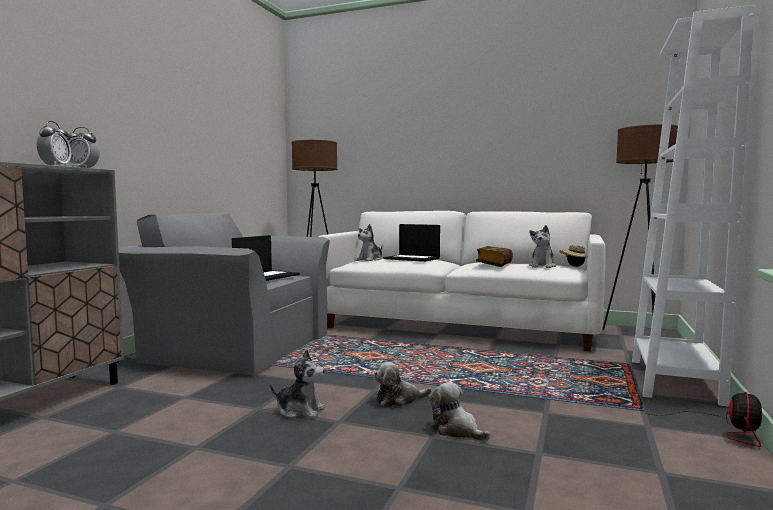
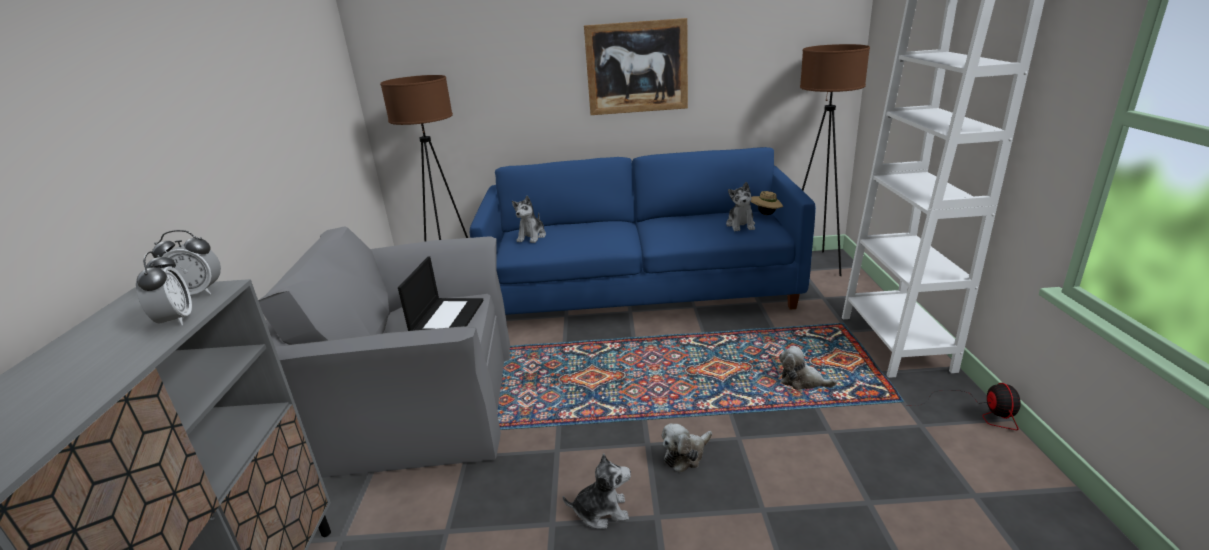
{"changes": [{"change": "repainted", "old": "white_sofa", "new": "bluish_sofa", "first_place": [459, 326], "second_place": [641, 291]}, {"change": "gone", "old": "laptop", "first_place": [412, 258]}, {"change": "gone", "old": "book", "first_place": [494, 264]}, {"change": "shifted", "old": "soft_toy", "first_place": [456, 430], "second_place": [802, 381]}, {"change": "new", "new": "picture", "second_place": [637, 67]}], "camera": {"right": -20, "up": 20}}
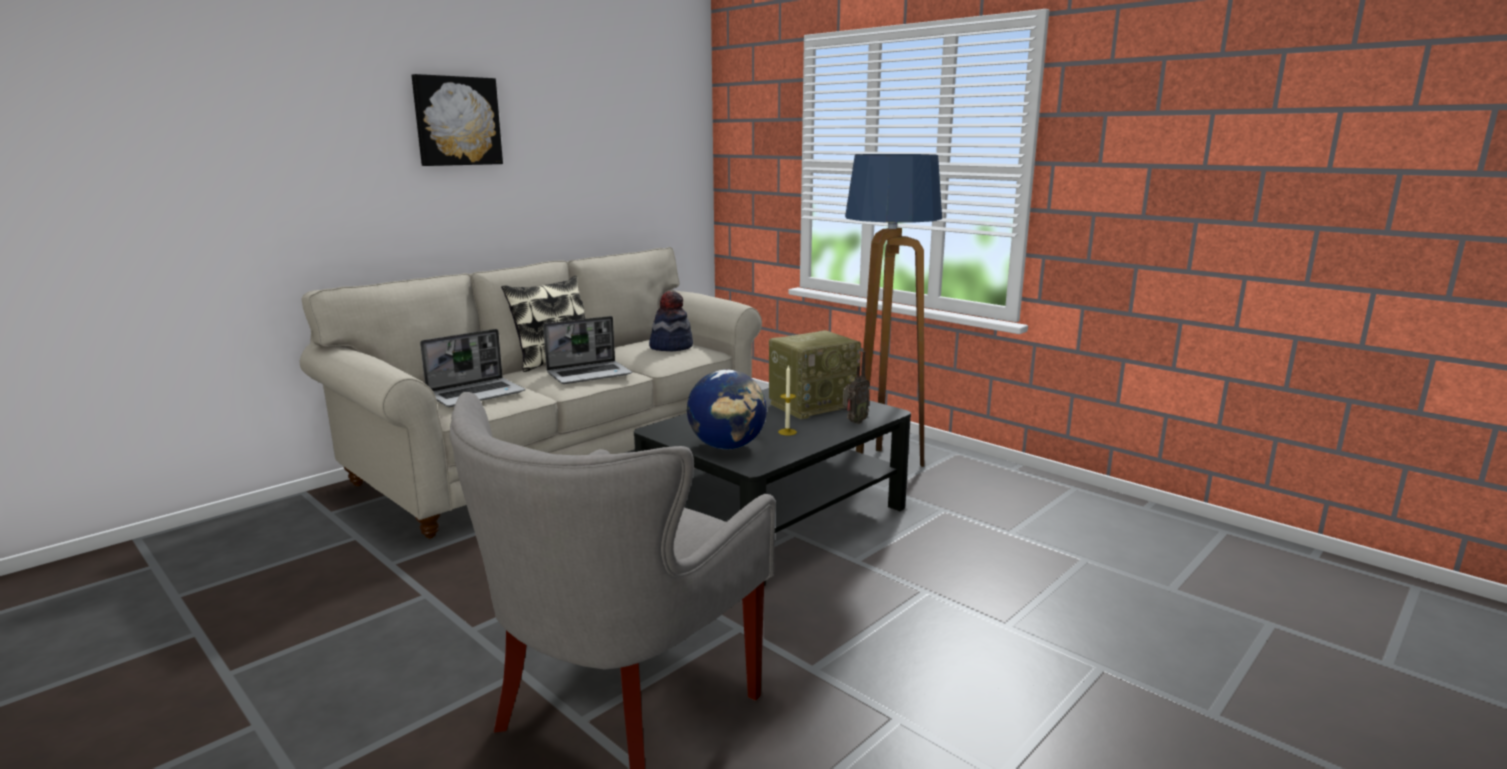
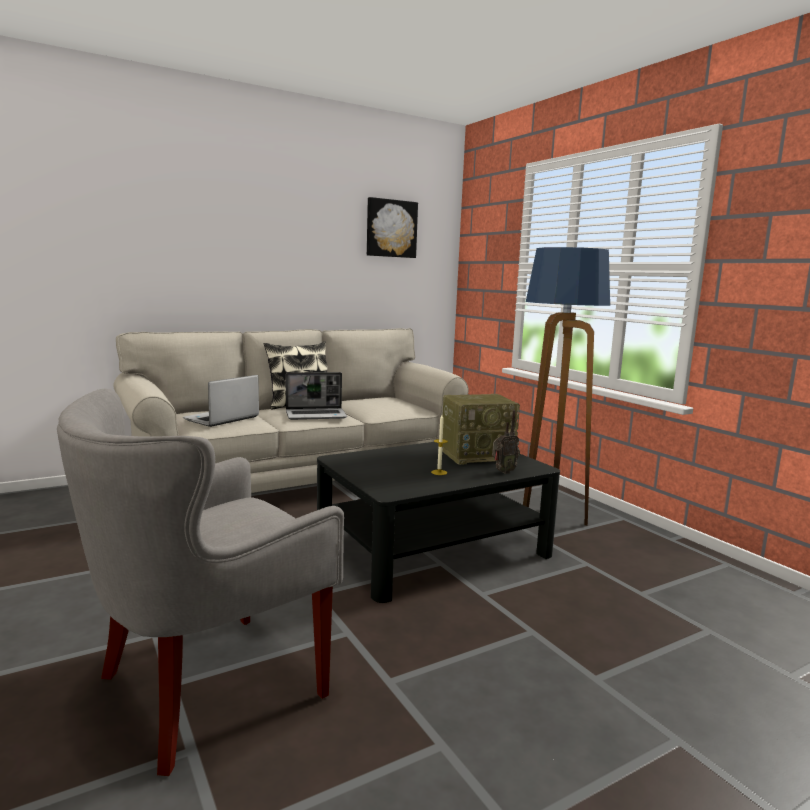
{"changes": [{"change": "shifted", "old": "picture", "first_place": [457, 121], "second_place": [391, 228]}, {"change": "gone", "old": "clothing_hat", "first_place": [671, 346]}, {"change": "rotated", "old": "laptop", "first_place": [477, 394], "second_place": [221, 419], "degrees": 150}, {"change": "gone", "old": "world_globe", "first_place": [727, 446]}], "camera": {"right": 15, "up": -5}}
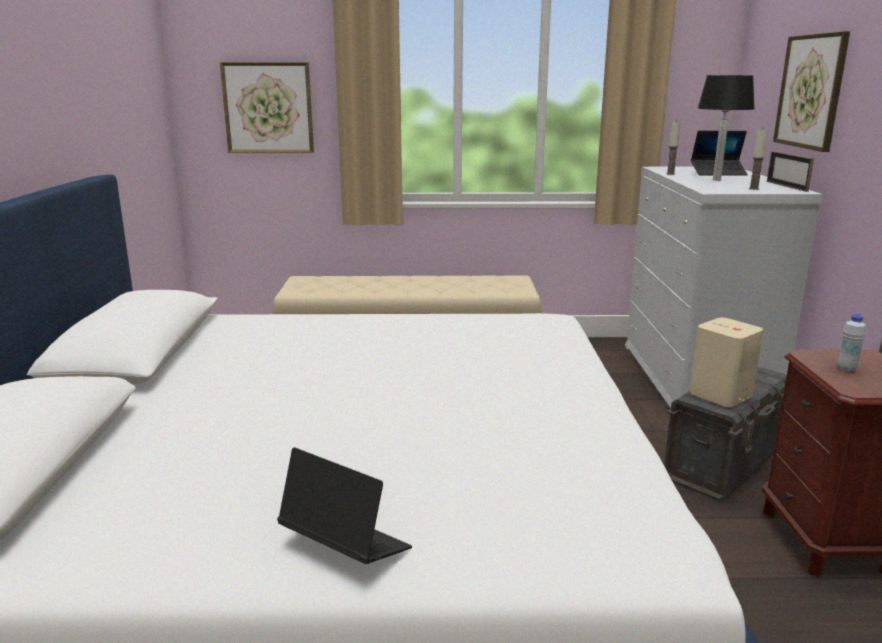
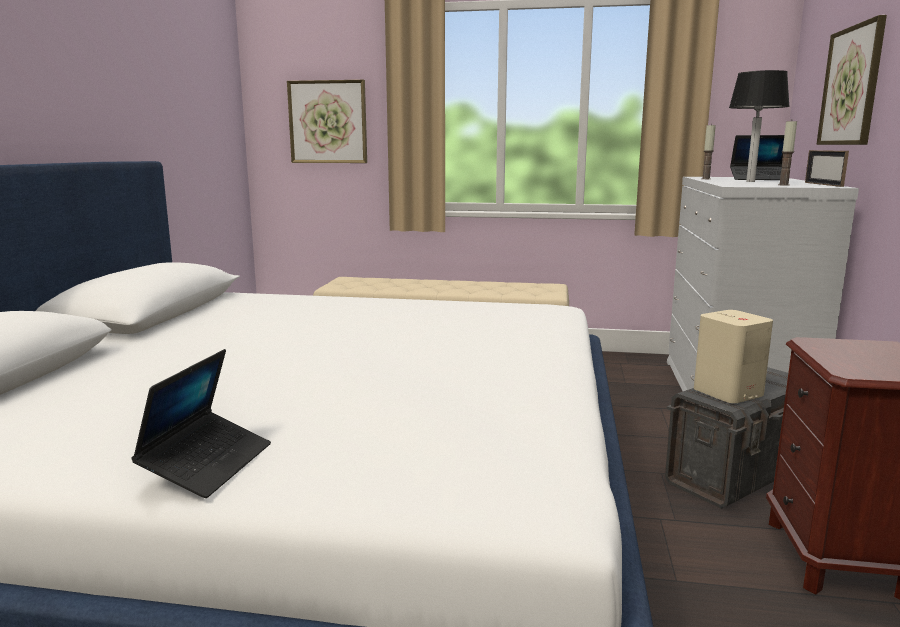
{"changes": [{"change": "gone", "old": "white_beverage_bottle", "first_place": [846, 369]}, {"change": "rotated", "old": "laptop", "first_place": [345, 546], "second_place": [208, 464], "degrees": 60}], "camera": {"right": 10, "up": -5}}
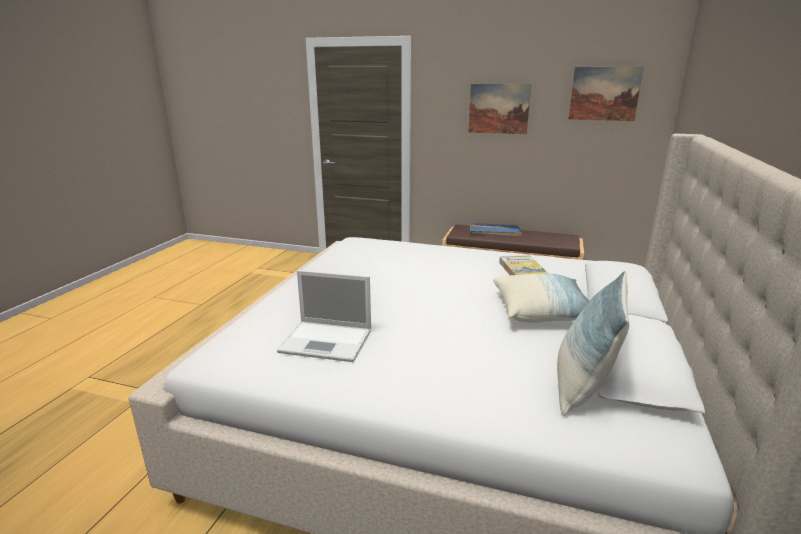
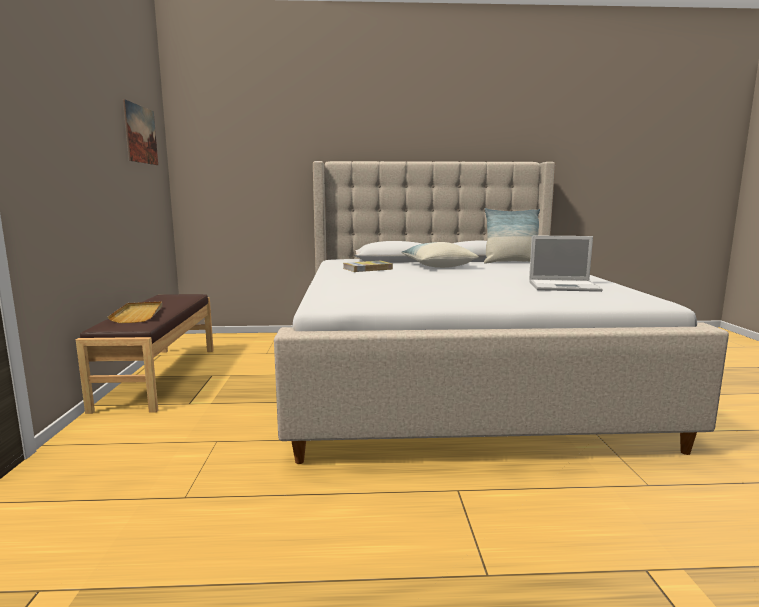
{"changes": [{"change": "gone", "old": "picture", "first_place": [498, 109]}, {"change": "repainted", "old": "bluish_tray", "new": "beige_tray", "first_place": [495, 232], "second_place": [138, 314]}, {"change": "rotated", "old": "laptop", "first_place": [328, 341], "second_place": [565, 286], "degrees": 105}], "camera": {"right": -110, "up": -10}}
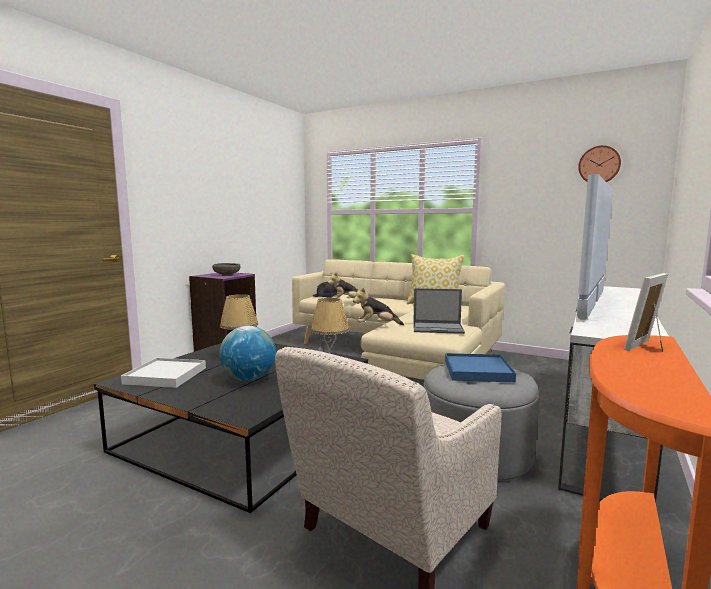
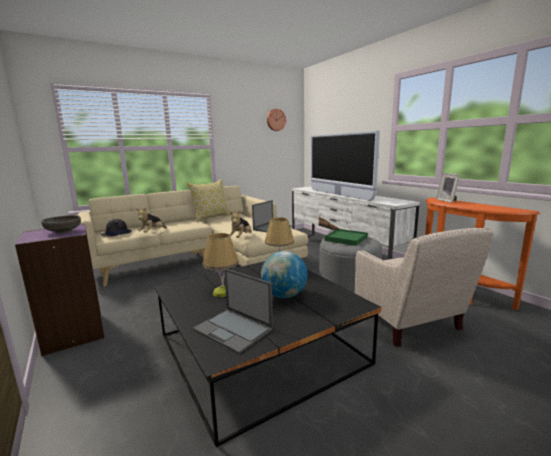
{"changes": [{"change": "repainted", "old": "bluish_tray", "new": "greenish_tray", "first_place": [478, 371], "second_place": [346, 239]}, {"change": "swapped", "old": "white_tray", "new": "laptop", "first_place": [166, 376], "second_place": [234, 330]}], "camera": {"right": -60, "up": 5}}
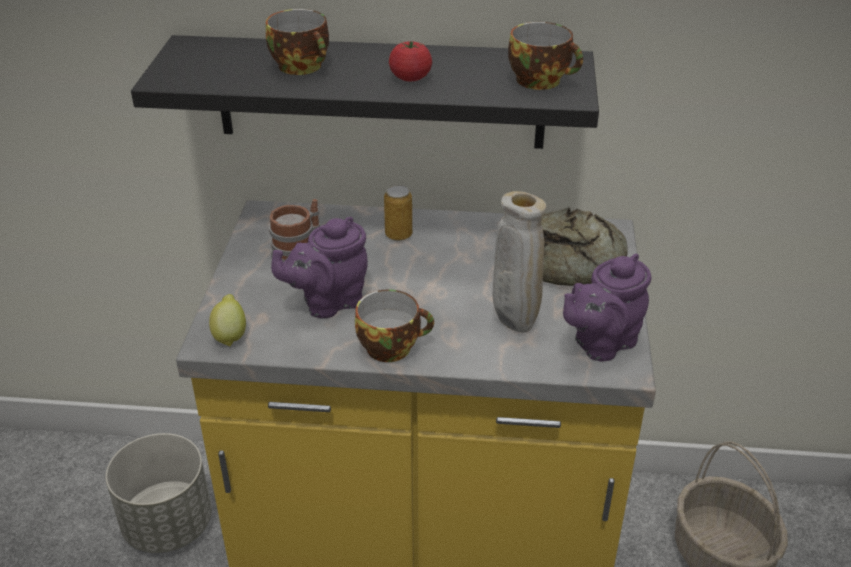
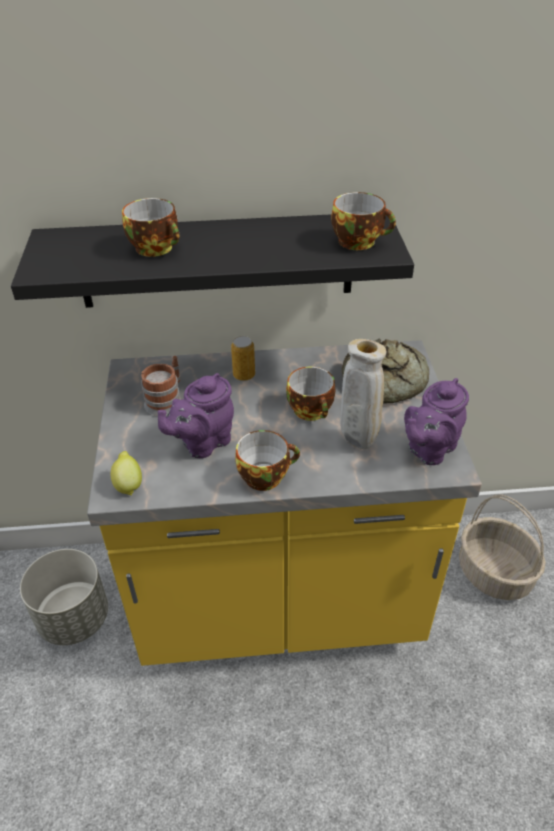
{"changes": [{"change": "gone", "old": "tomato", "first_place": [410, 78]}, {"change": "new", "new": "small_cup", "second_place": [312, 411]}], "camera": {"right": -10, "up": 5}}
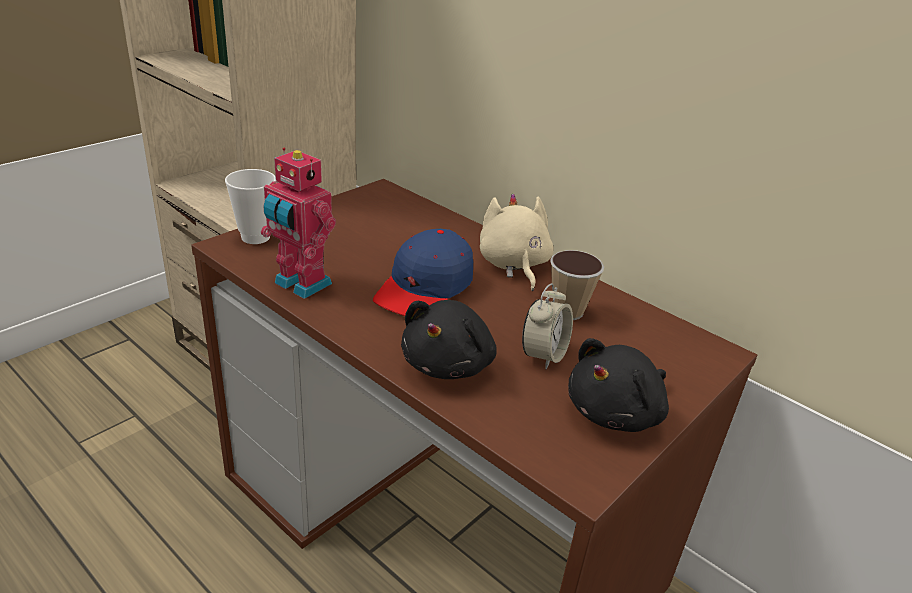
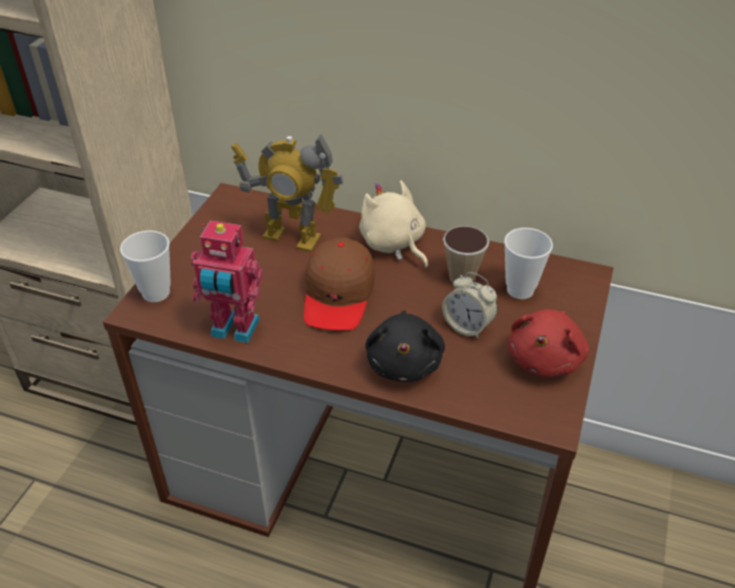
{"changes": [{"change": "repainted", "old": "bluish_peaked_cap", "new": "brown-coloured_peaked_cap", "first_place": [425, 288], "second_place": [338, 295]}, {"change": "rotated", "old": "table_clock", "first_place": [543, 355], "second_place": [467, 326], "degrees": 120}, {"change": "repainted", "old": "black_soft_toy", "new": "red_soft_toy", "first_place": [616, 413], "second_place": [545, 358]}, {"change": "new", "new": "model_robot", "second_place": [291, 237]}, {"change": "new", "new": "small_cup", "second_place": [520, 290]}], "camera": {"right": -20, "up": 10}}
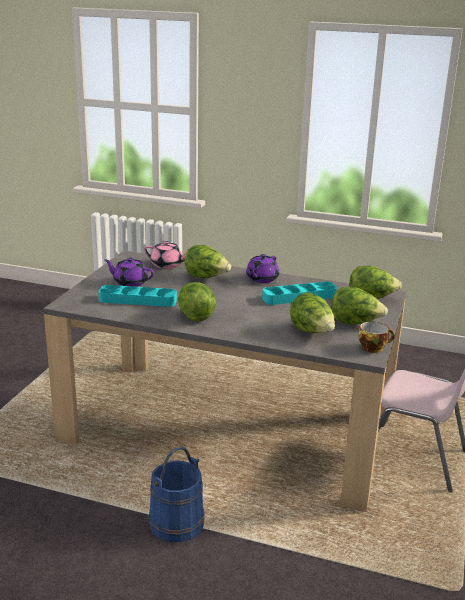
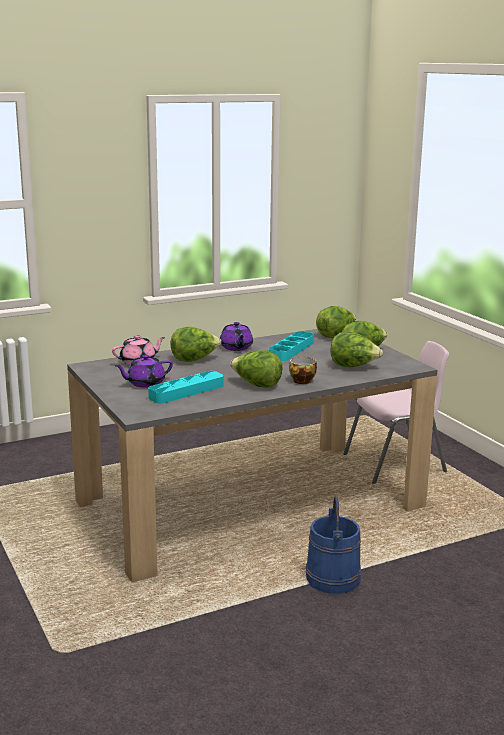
{"changes": [{"change": "shifted", "old": "small_cup", "first_place": [373, 348], "second_place": [303, 380]}], "camera": {"right": -45, "up": -5}}
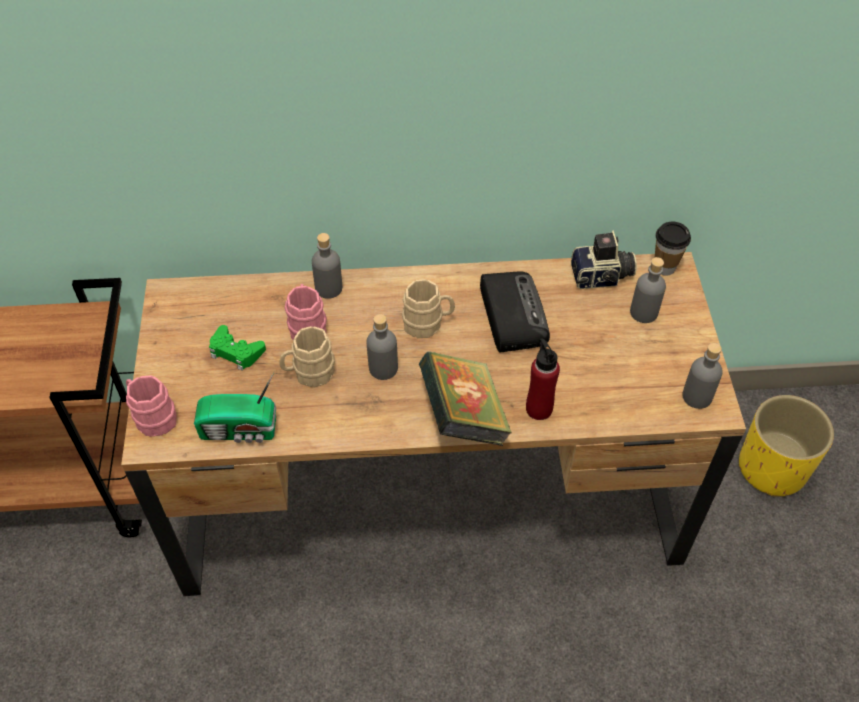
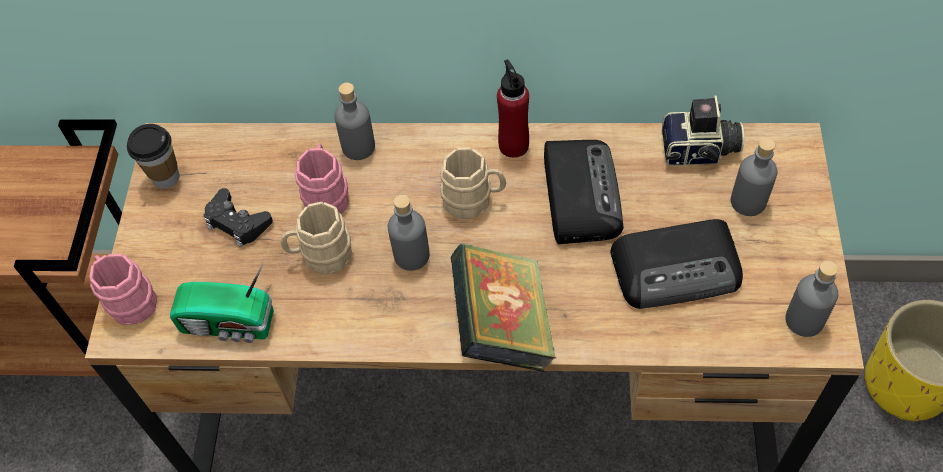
{"changes": [{"change": "shifted", "old": "small_cup", "first_place": [664, 267], "second_place": [166, 177]}, {"change": "repainted", "old": "greenish_gamepad", "new": "black_gamepad", "first_place": [236, 352], "second_place": [237, 222]}, {"change": "shifted", "old": "red_beverage_bottle", "first_place": [539, 408], "second_place": [513, 145]}, {"change": "new", "new": "radio", "second_place": [678, 268]}], "camera": {"right": 10, "up": 5}}
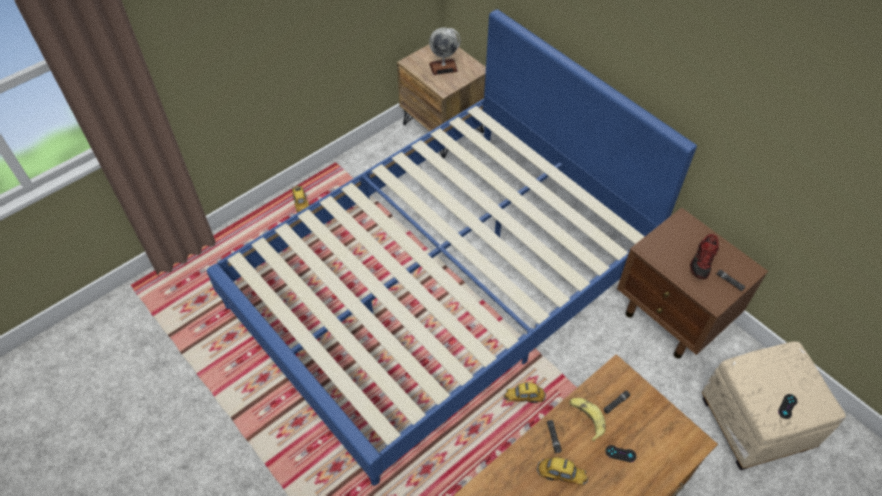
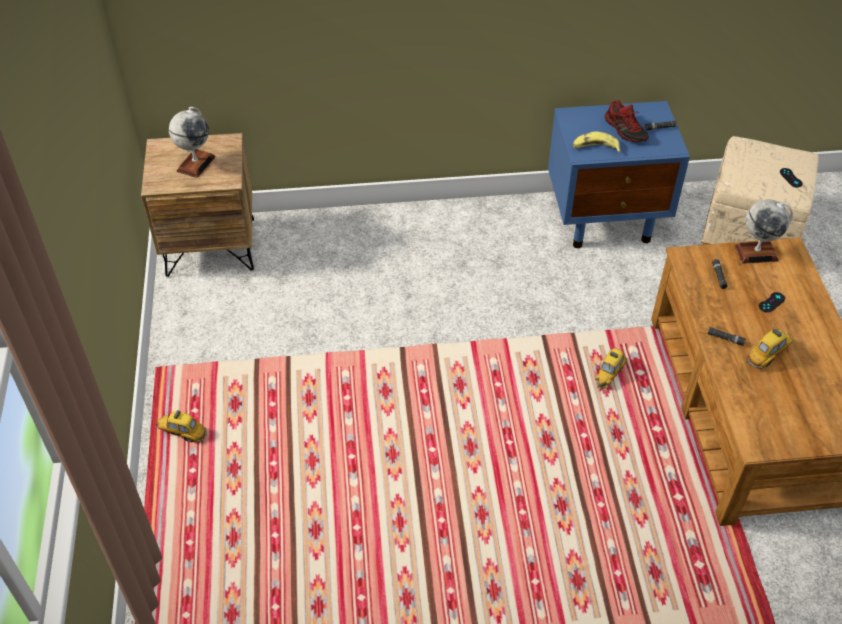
{"changes": [{"change": "gone", "old": "bluish_bedroom_bed", "first_place": [442, 285]}, {"change": "repainted", "old": "brown-coloured_nightstand", "new": "bluish_nightstand", "first_place": [672, 318], "second_place": [606, 219]}, {"change": "shifted", "old": "banana", "first_place": [586, 418], "second_place": [595, 148]}, {"change": "new", "new": "world_globe", "second_place": [756, 253]}], "camera": {"right": -55, "up": -5}}
